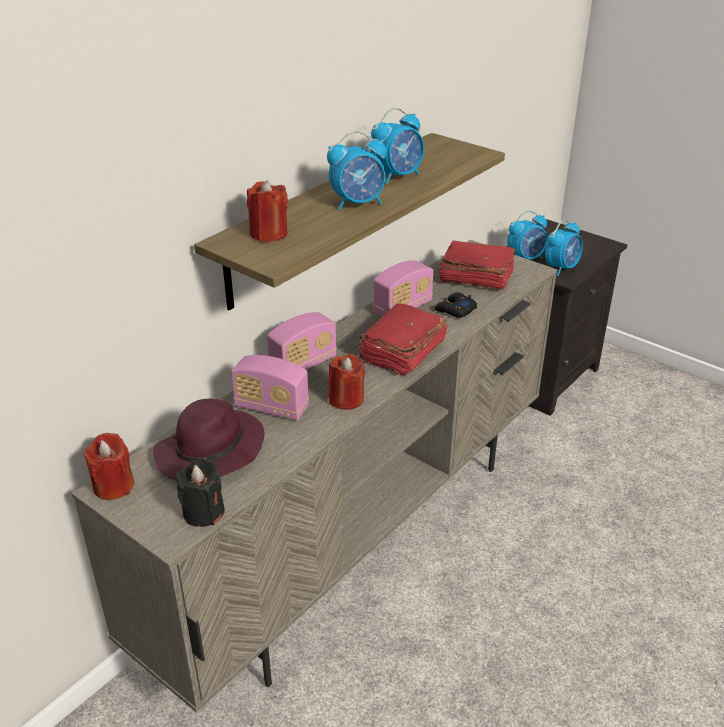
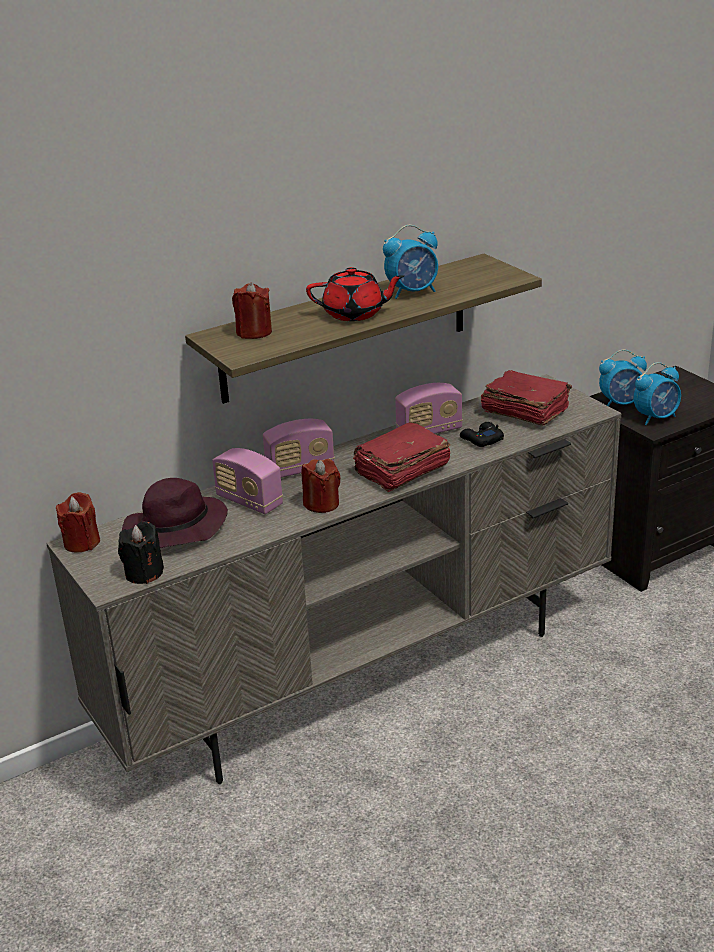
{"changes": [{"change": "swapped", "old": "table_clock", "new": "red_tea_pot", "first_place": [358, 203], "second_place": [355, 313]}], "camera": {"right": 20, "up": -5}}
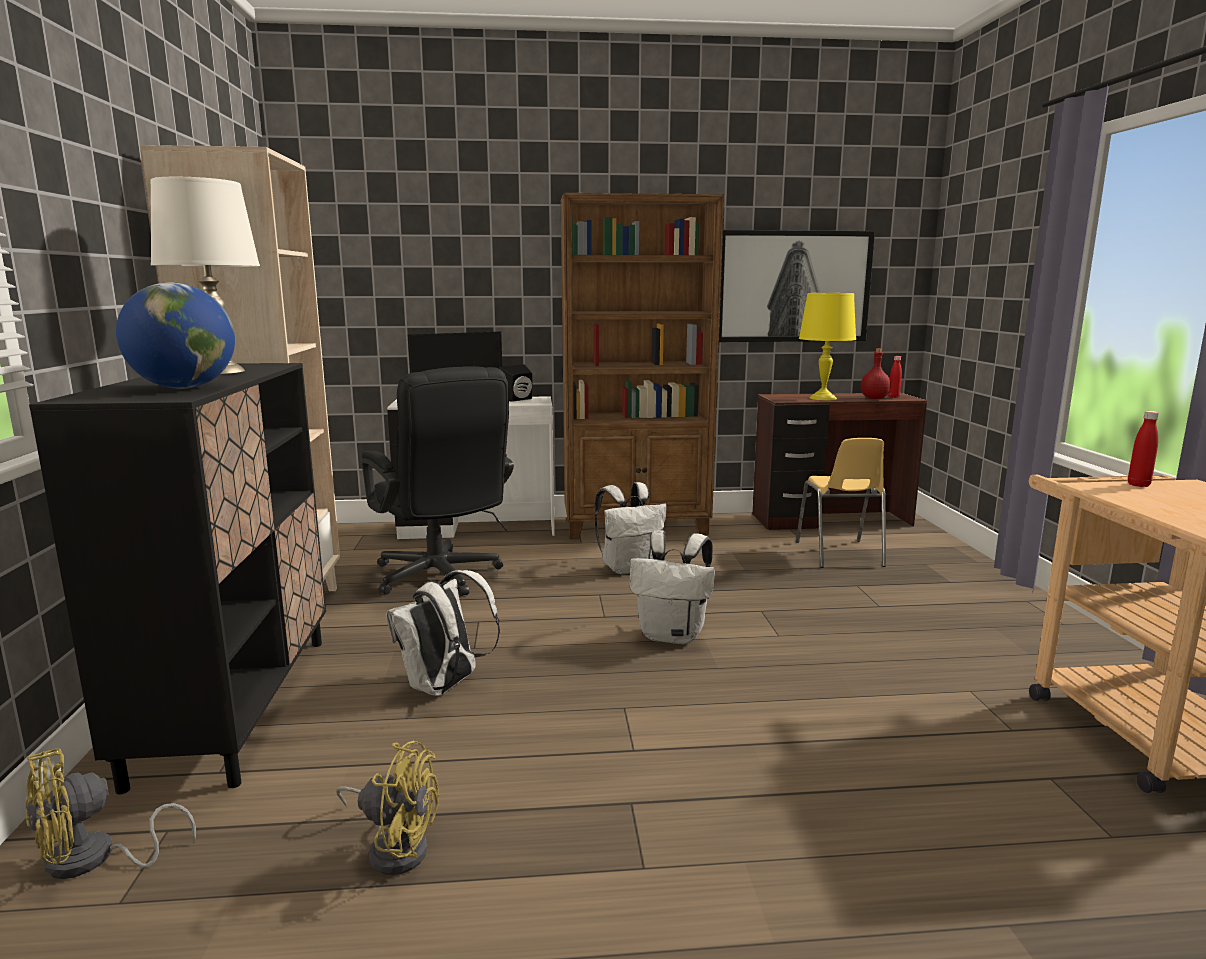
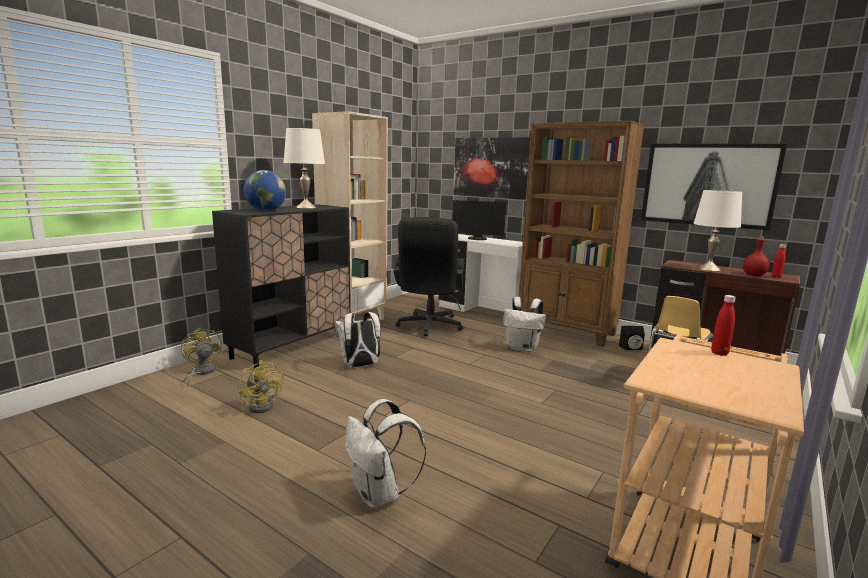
{"changes": [{"change": "repainted", "old": "yellow_table_lamp", "new": "white_table_lamp", "first_place": [823, 398], "second_place": [709, 269]}, {"change": "shifted", "old": "black_loudspeaker", "first_place": [519, 399], "second_place": [632, 349]}, {"change": "shifted", "old": "white_backpack", "first_place": [673, 635], "second_place": [379, 495]}, {"change": "rotated", "old": "yellow_electric_fan", "first_place": [93, 860], "second_place": [201, 373], "degrees": 60}, {"change": "new", "new": "picture", "second_place": [492, 167]}], "camera": {"right": 40, "up": 0}}
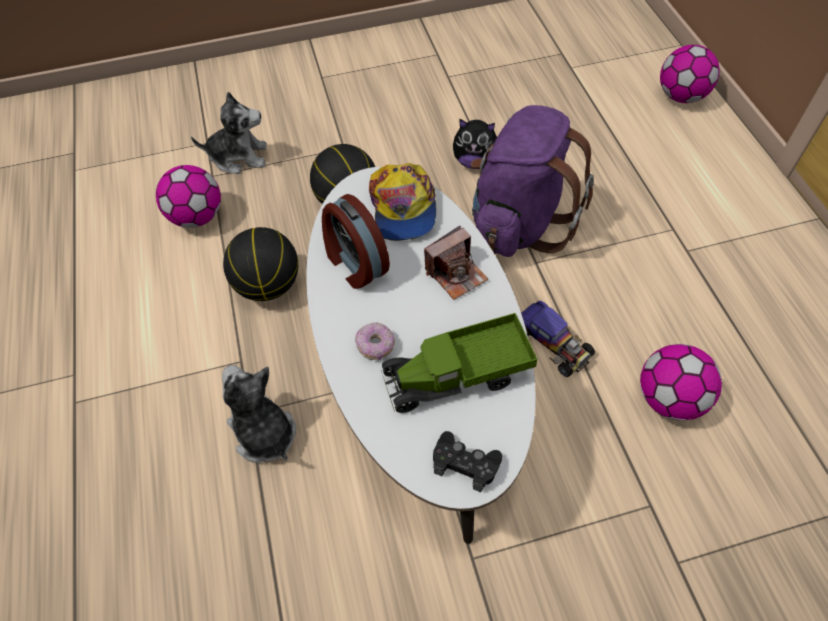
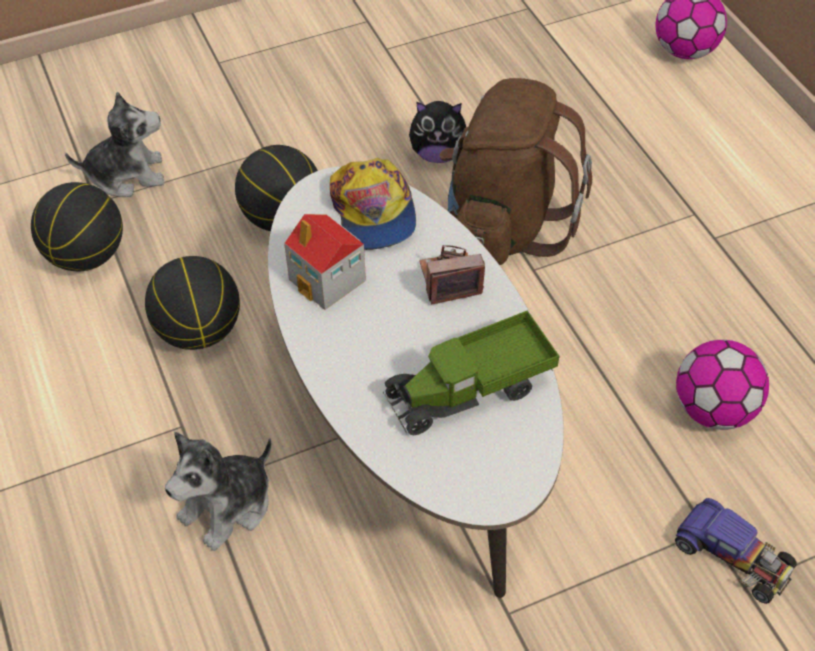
{"changes": [{"change": "repainted", "old": "purple-coloured_backpack", "new": "brown-coloured_backpack", "first_place": [518, 223], "second_place": [504, 224]}, {"change": "swapped", "old": "ball_for_football", "new": "basketball", "first_place": [197, 217], "second_place": [87, 256]}, {"change": "swapped", "old": "table_clock", "new": "model_house", "first_place": [355, 263], "second_place": [328, 280]}, {"change": "rotated", "old": "still_camera", "first_place": [456, 274], "second_place": [449, 280], "degrees": -150}, {"change": "shifted", "old": "model_car", "first_place": [551, 342], "second_place": [733, 556]}, {"change": "gone", "old": "donut", "first_place": [376, 346]}, {"change": "rotated", "old": "soft_toy", "first_place": [263, 433], "second_place": [228, 506], "degrees": -90}, {"change": "gone", "old": "black_gamepad", "first_place": [465, 463]}], "camera": {"right": -10, "up": -5}}
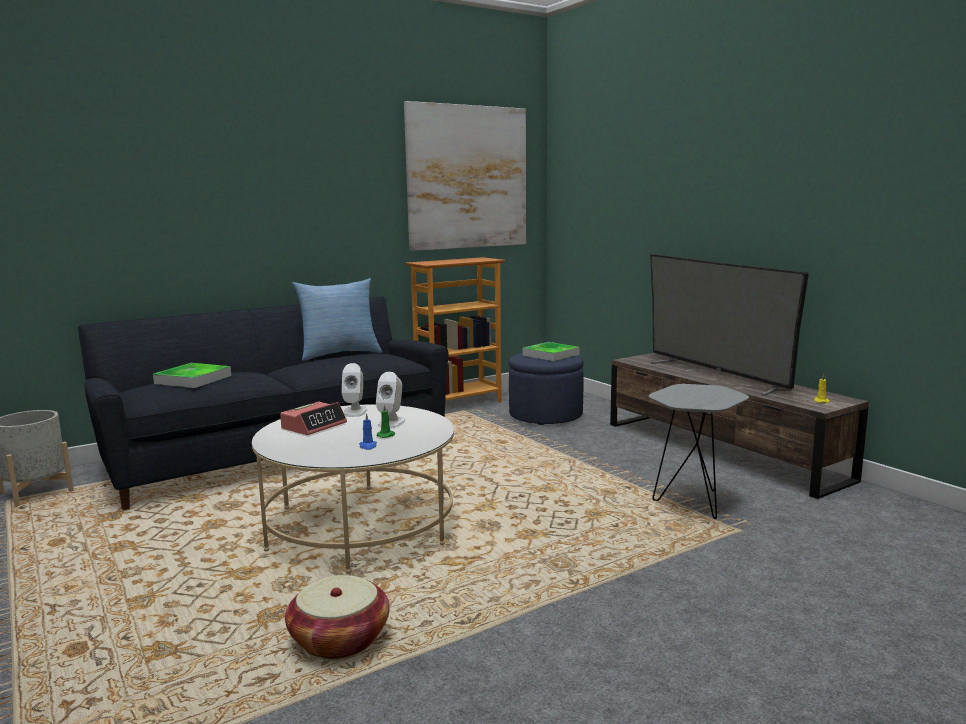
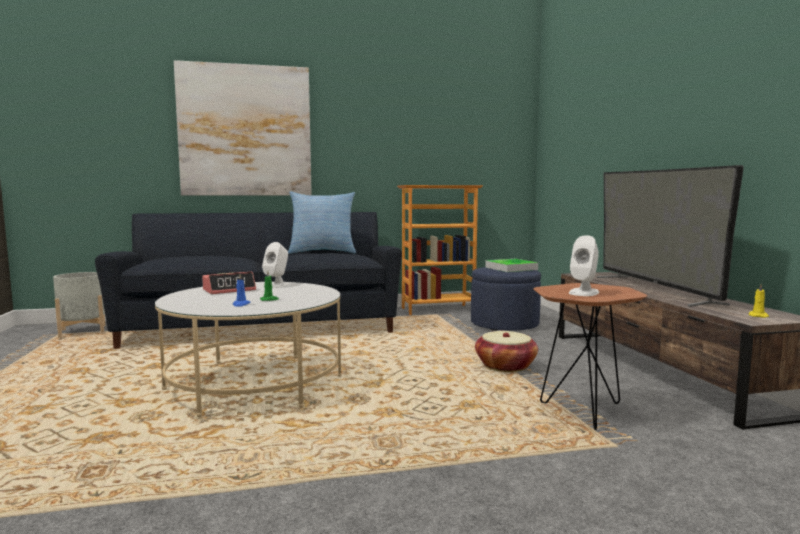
{"changes": [{"change": "shifted", "old": "picture", "first_place": [467, 177], "second_place": [245, 131]}, {"change": "gone", "old": "tray", "first_place": [193, 379]}, {"change": "shifted", "old": "white_loudspeaker", "first_place": [391, 422], "second_place": [584, 292]}, {"change": "repainted", "old": "gray_end_table", "new": "brown-coloured_end_table", "first_place": [692, 504], "second_place": [582, 412]}, {"change": "shifted", "old": "household_basket", "first_place": [339, 640], "second_place": [505, 366]}], "camera": {"right": 20, "up": -5}}
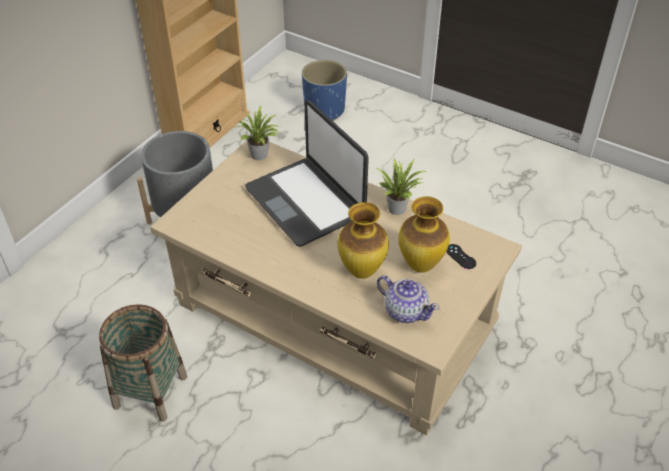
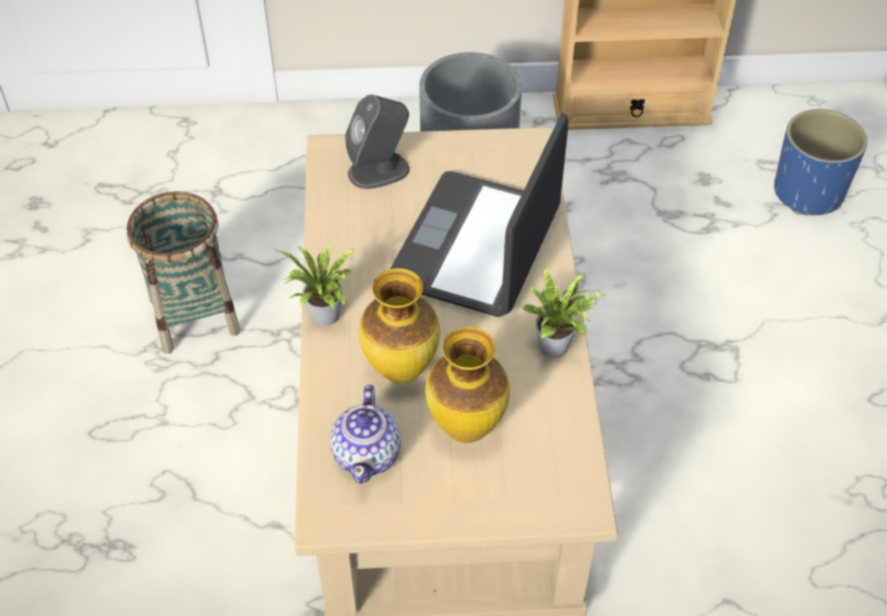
{"changes": [{"change": "shifted", "old": "plant_in_a_pot", "first_place": [260, 156], "second_place": [324, 318]}, {"change": "gone", "old": "black_gamepad", "first_place": [460, 256]}, {"change": "new", "new": "gray_loudspeaker", "second_place": [379, 171]}], "camera": {"right": 55, "up": 5}}
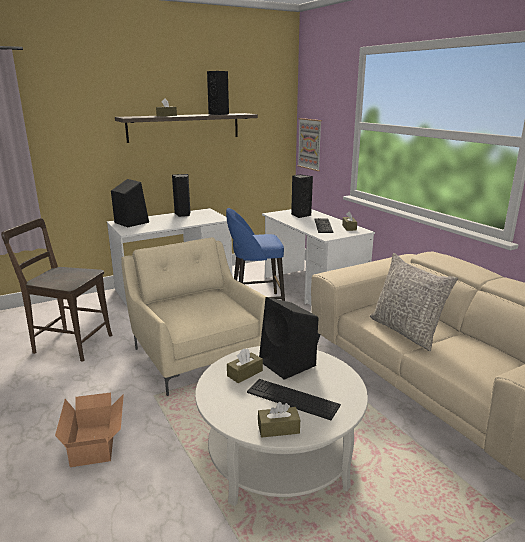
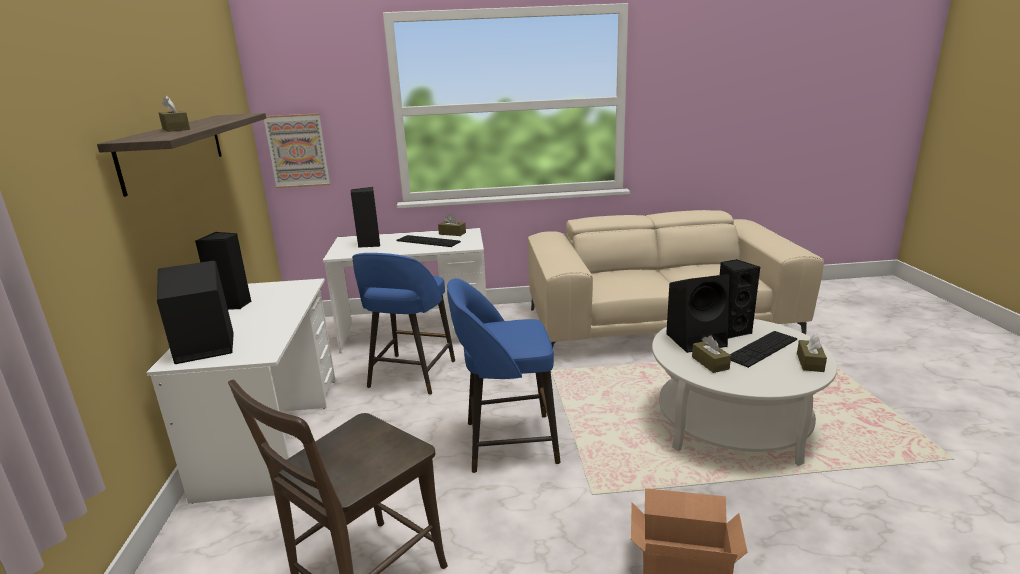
{"changes": [{"change": "shifted", "old": "black_loudspeaker", "first_place": [219, 114], "second_place": [731, 331]}, {"change": "swapped", "old": "beige_armchair", "new": "bluish_stool", "first_place": [197, 353], "second_place": [507, 442]}, {"change": "gone", "old": "gray_cushion", "first_place": [406, 331]}], "camera": {"right": -65, "up": 0}}
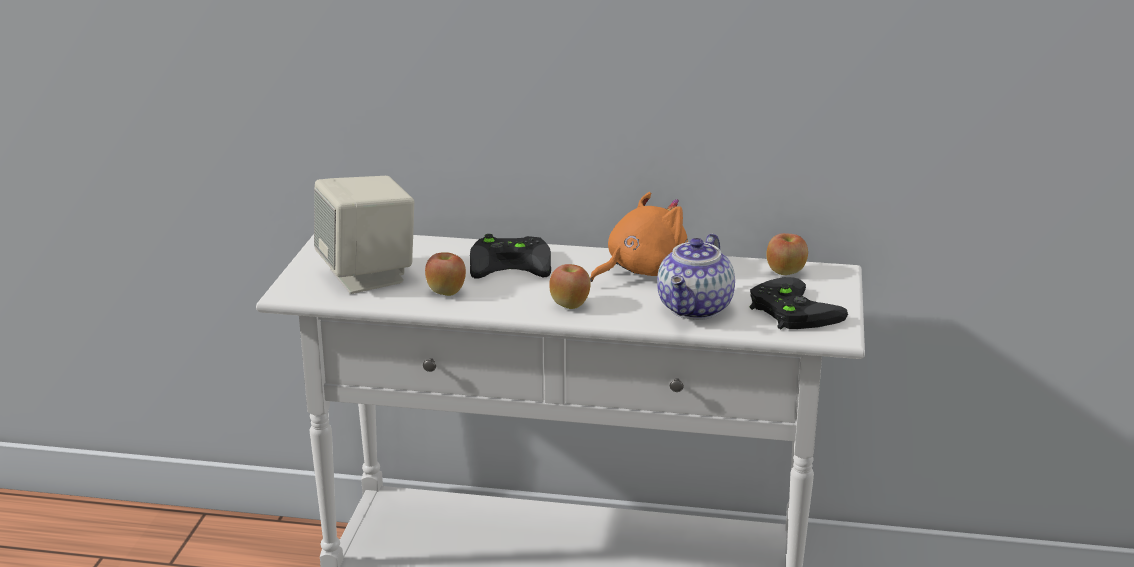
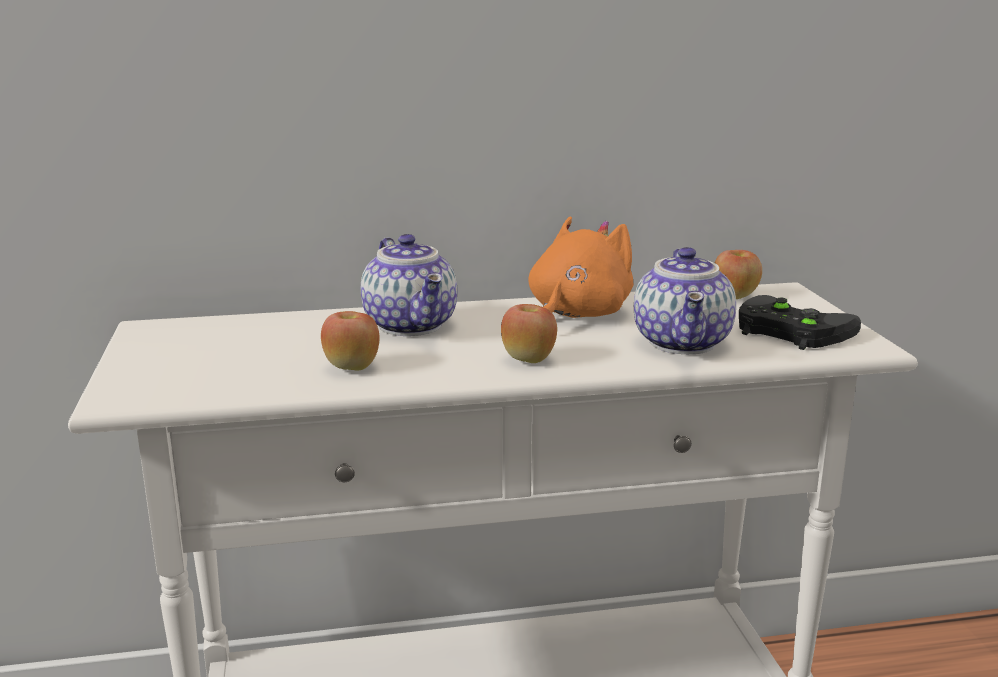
{"changes": [{"change": "gone", "old": "beige_loudspeaker", "first_place": [368, 276]}, {"change": "swapped", "old": "black_gamepad", "new": "tea_pot", "first_place": [513, 263], "second_place": [413, 325]}], "camera": {"right": -20, "up": -5}}
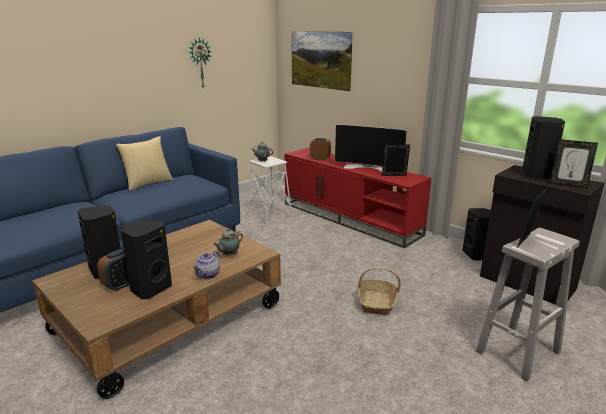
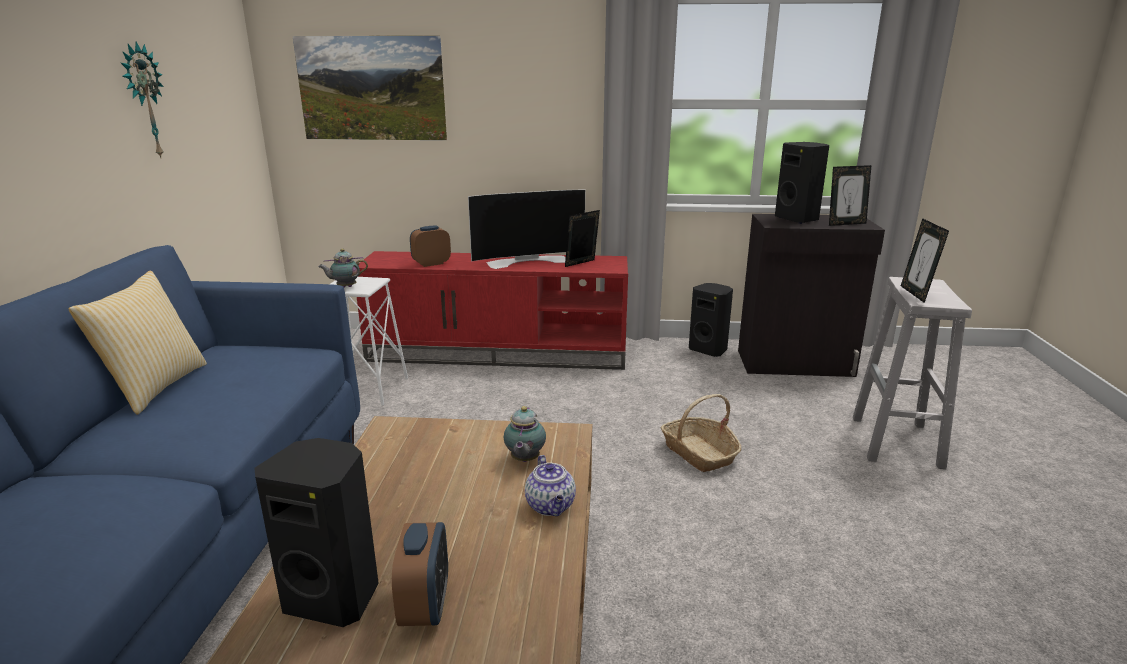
{"changes": [{"change": "gone", "old": "black_loudspeaker", "first_place": [150, 288]}], "camera": {"right": -40, "up": 0}}
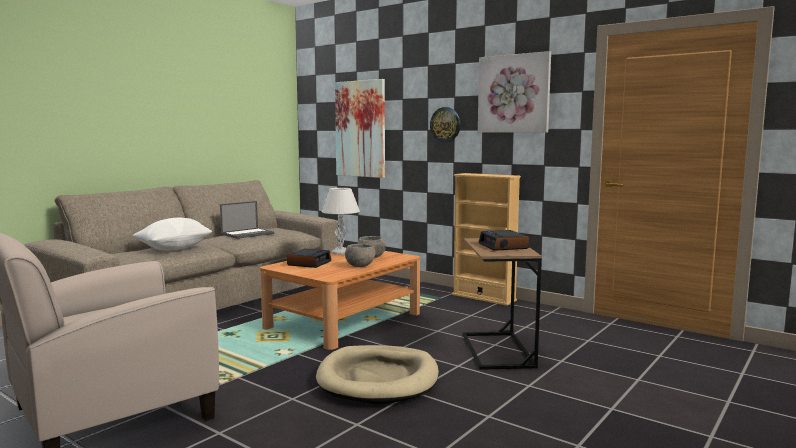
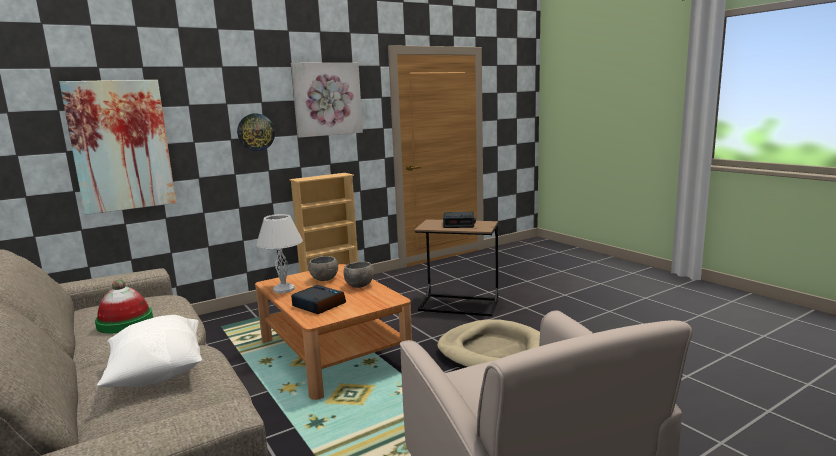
{"changes": [{"change": "swapped", "old": "laptop", "new": "clothing_hat", "first_place": [248, 234], "second_place": [125, 322]}], "camera": {"right": -70, "up": 5}}
